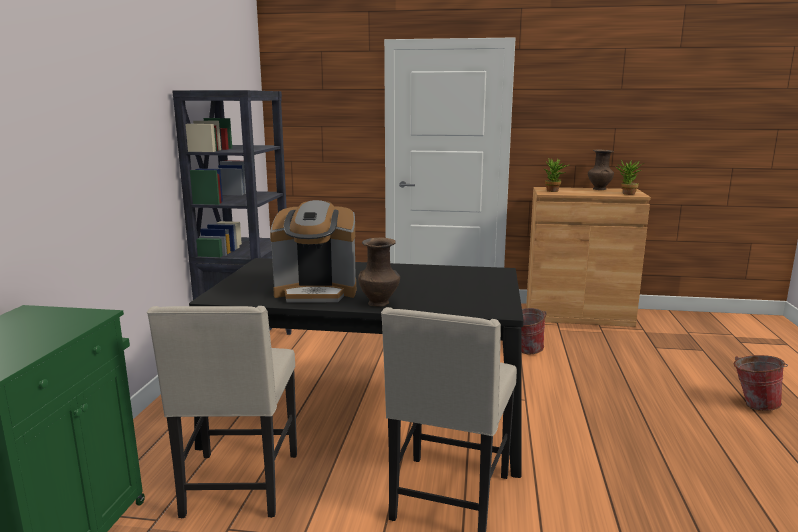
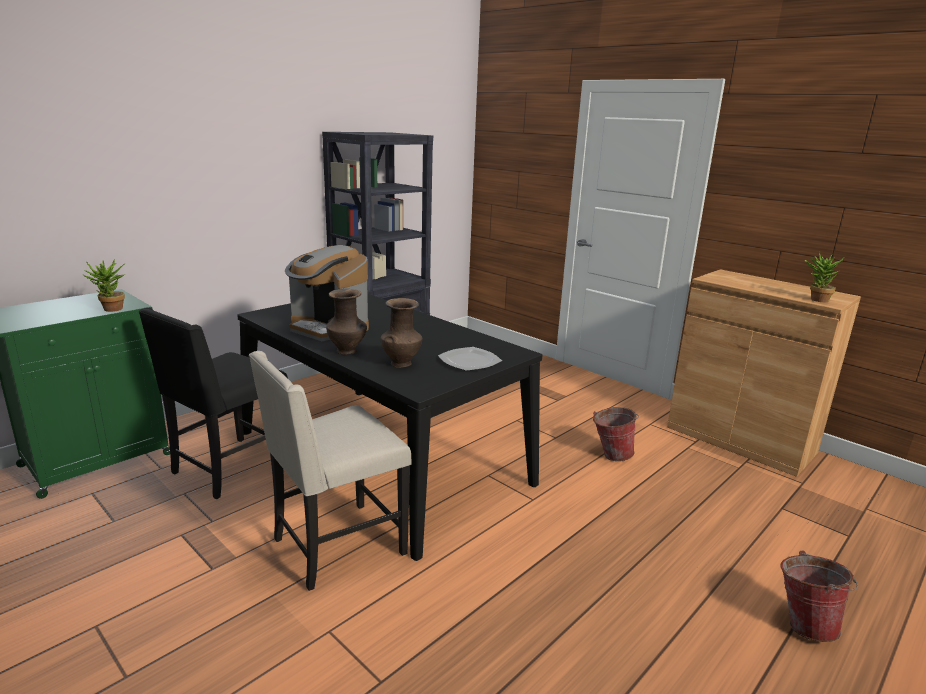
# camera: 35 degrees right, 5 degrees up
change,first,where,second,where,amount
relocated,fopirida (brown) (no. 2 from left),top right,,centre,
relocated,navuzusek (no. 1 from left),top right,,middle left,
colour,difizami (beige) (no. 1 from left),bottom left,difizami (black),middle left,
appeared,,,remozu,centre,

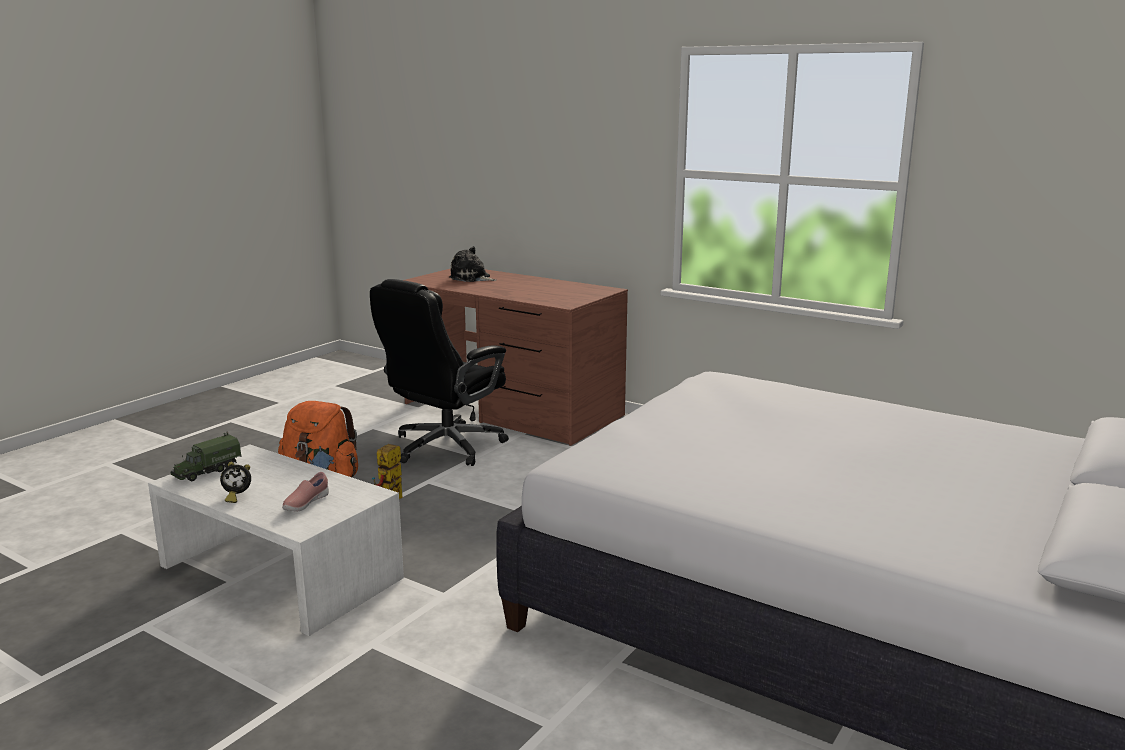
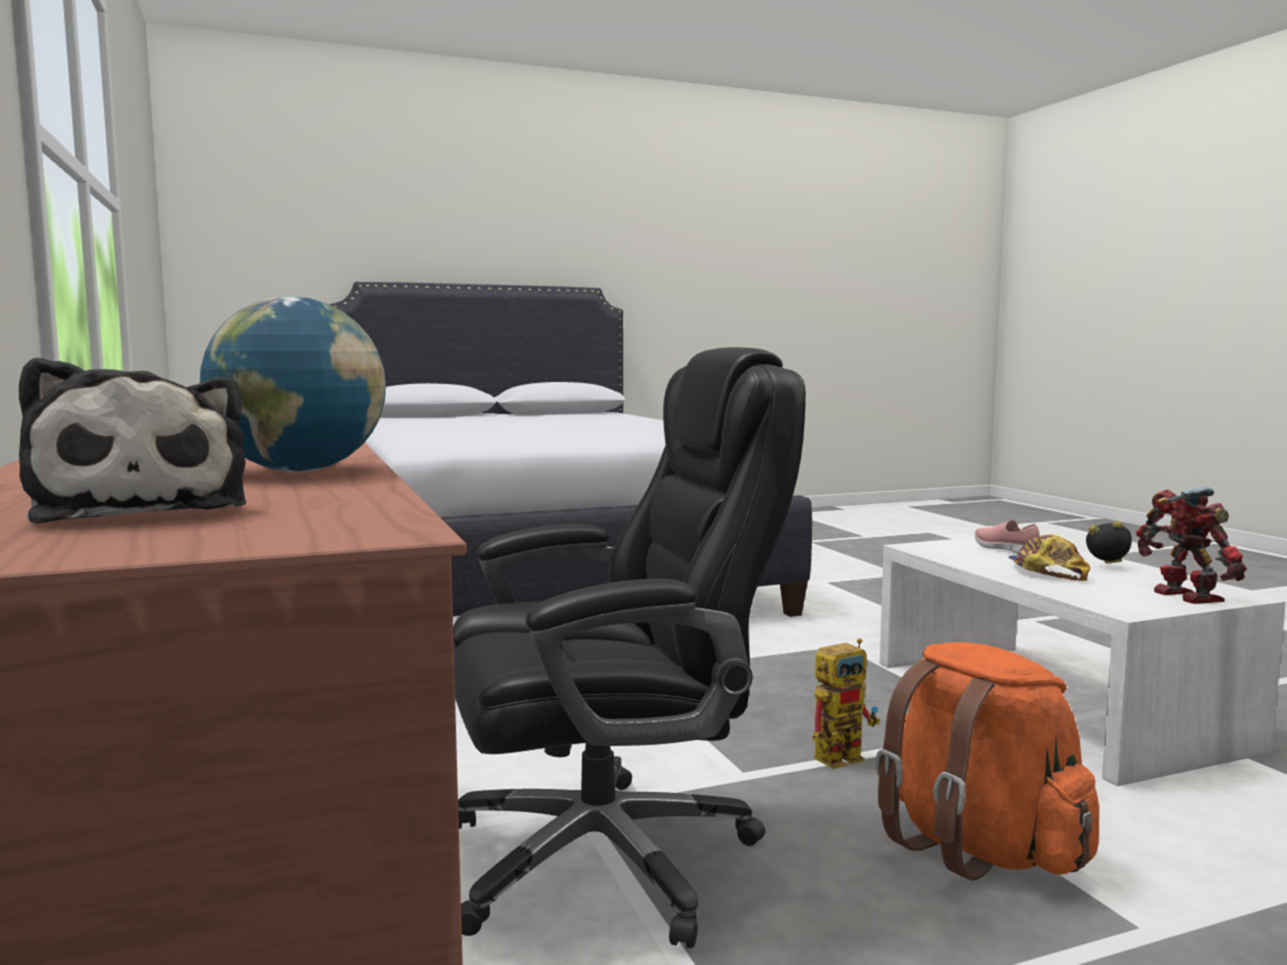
# camera: 145 degrees left, 10 degrees down
change,first,where,second,where,amount
exchanged,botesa,middle left,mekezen (no. 2 from left),middle right,
spun,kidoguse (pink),middle left,,middle right,90 degrees counterclockwise
appeared,,,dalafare,middle left,
appeared,,,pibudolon,middle right,

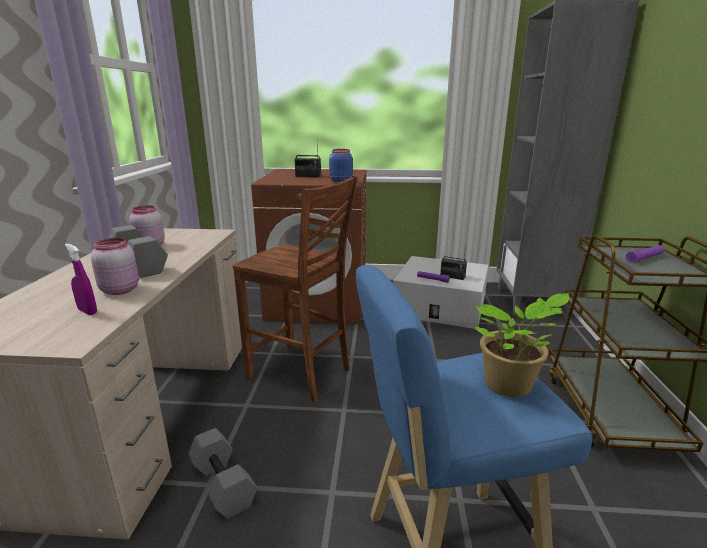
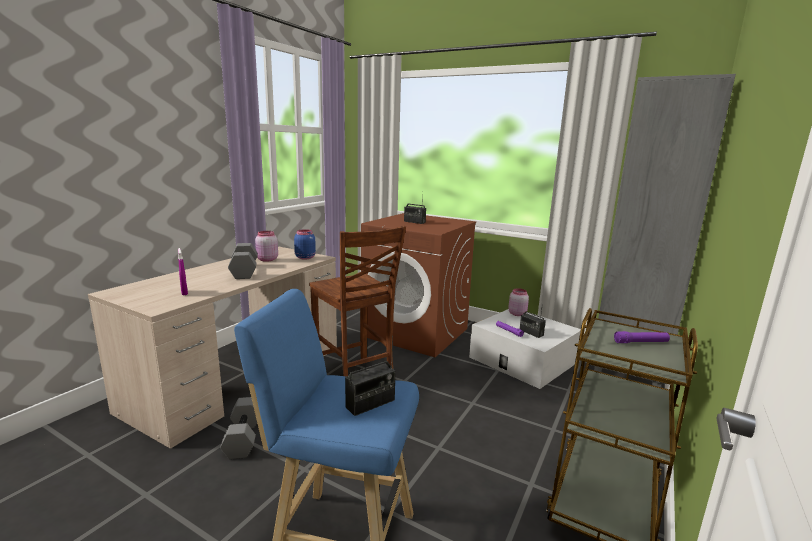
# camera: 25 degrees right, 5 degrees down
change,first,where,second,where,amount
relocated,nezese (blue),top centre,,centre,
relocated,nezese (pink) (no. 1 from left in the first image),middle left,nezese (pink) (no. 2 from left),centre,
exchanged,navuzusek,middle right,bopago (no. 1 from left),bottom centre,

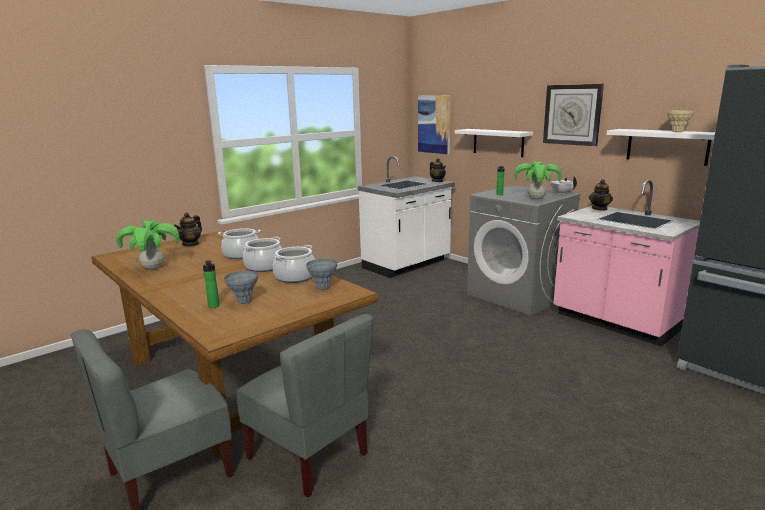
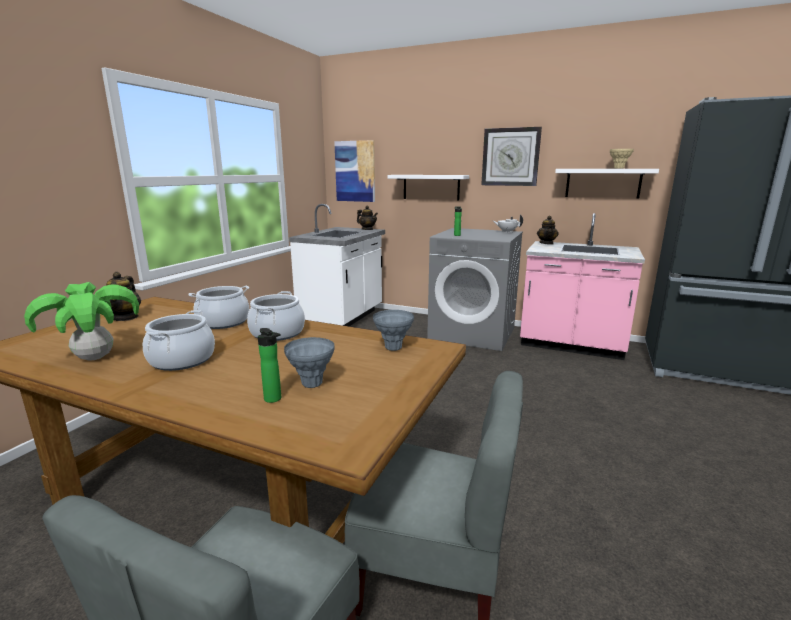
# camera: 25 degrees left, 0 degrees up
change,first,where,second,where,amount
missing,navuzusek (no. 2 from left),middle right,,,
relocated,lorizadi (no. 3 from left in the first image),centre,lorizadi (no. 1 from left),middle left,

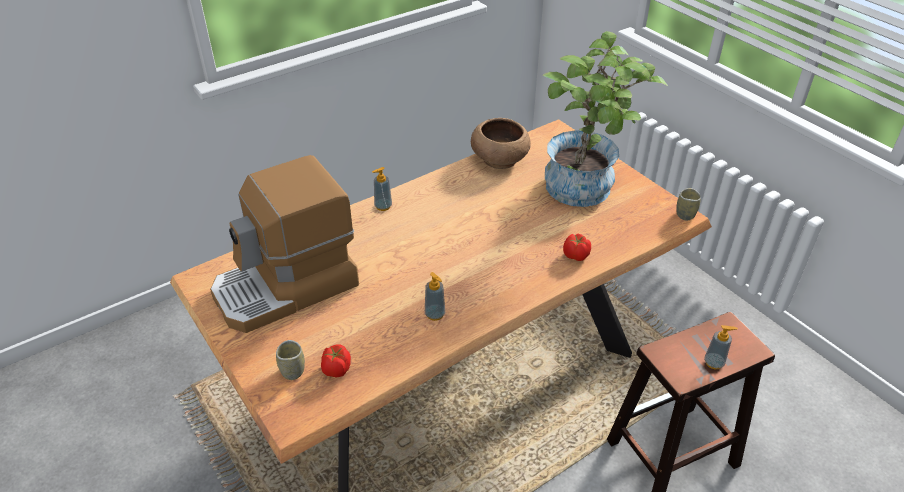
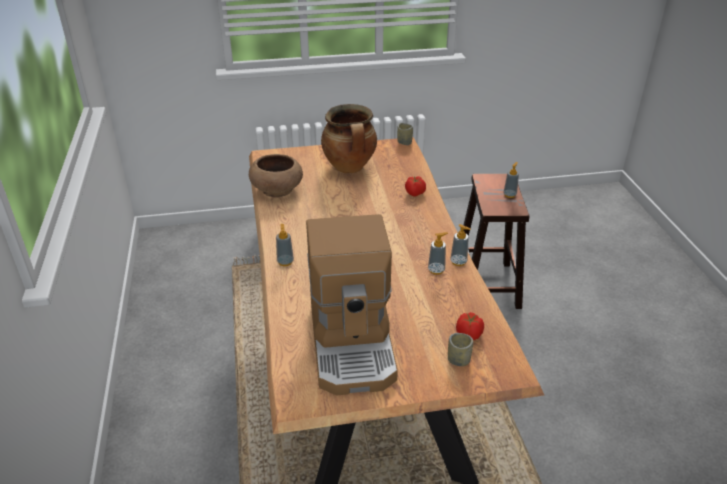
# camera: 65 degrees left, 5 degrees down
change,first,where,second,where,amount
exchanged,navuzusek,top right,lorizadi,top centre,
appeared,,,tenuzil (no. 3 from left),centre,

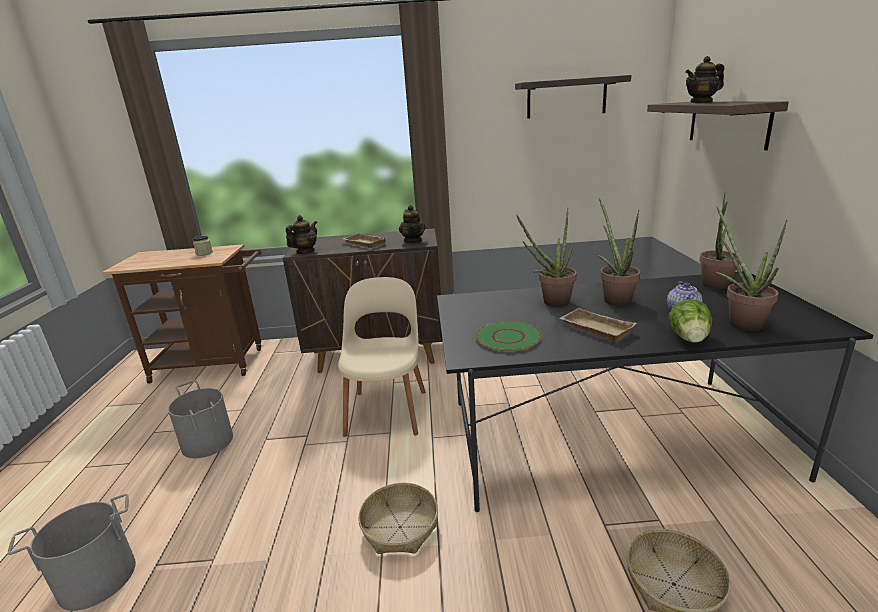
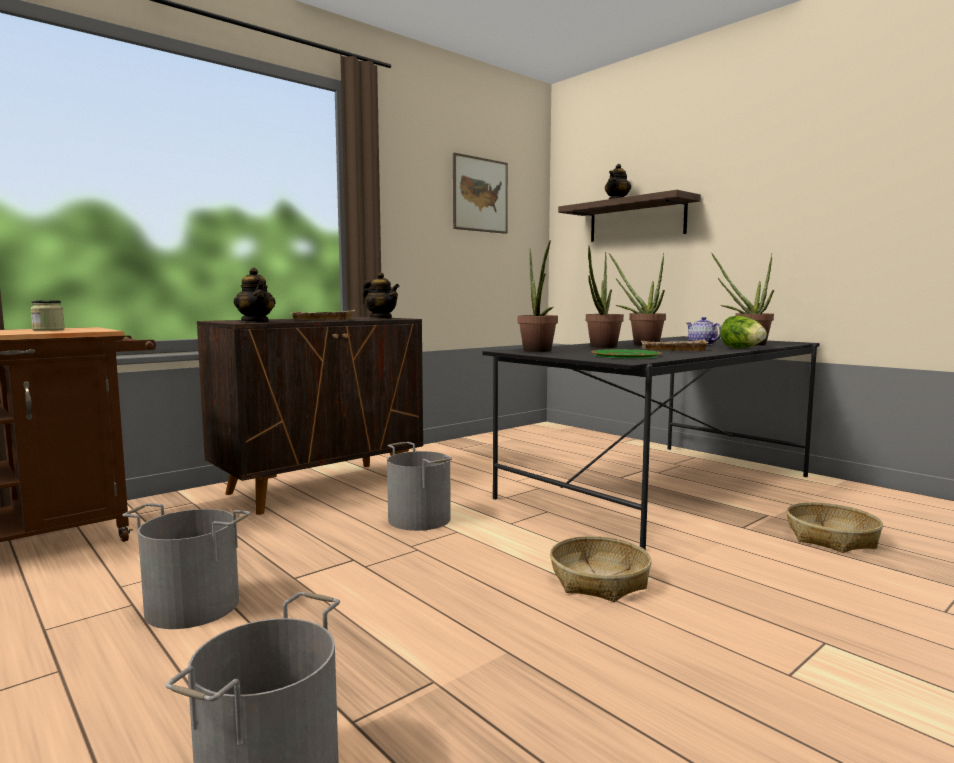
# camera: 40 degrees left, 15 degrees down
change,first,where,second,where,amount
exchanged,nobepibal (no. 1 from left),top centre,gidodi,top centre,
relocated,navuzusek (no. 3 from left in the first image),middle right,navuzusek (no. 1 from left),centre,
spun,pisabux (no. 1 from left),centre,,middle left,150 degrees clockwise
exchanged,difizami (beige),centre,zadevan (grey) (no. 3 from left),centre,

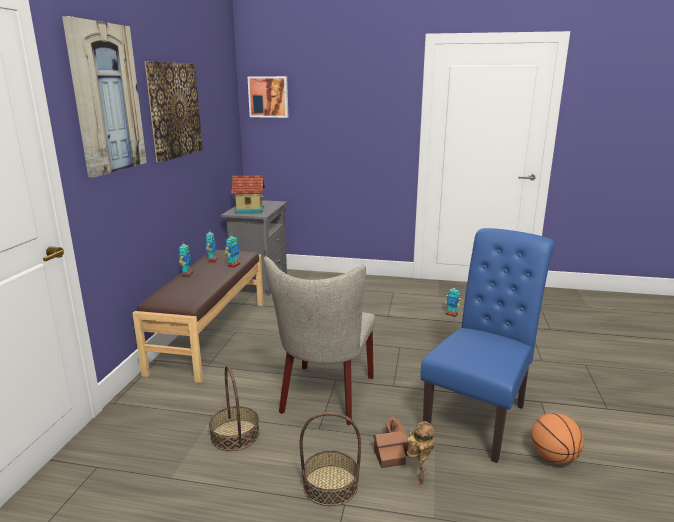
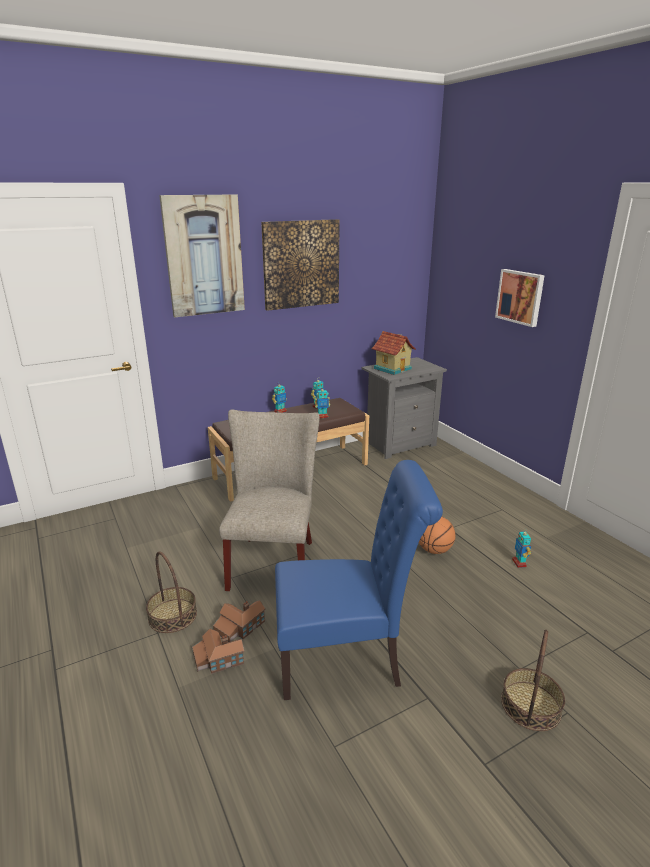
# camera: 50 degrees right, 5 degrees up
change,first,where,second,where,amount
relocated,gidodi (no. 3 from left),top centre,,middle right,
spun,difizami (beige),centre,,centre,120 degrees clockwise
relocated,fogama (no. 1 from left in the first image),bottom centre,fogama (no. 2 from left),bottom right,
relocated,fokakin,bottom right,,middle right,
exchanged,mekezen (no. 4 from left),bottom centre,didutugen (no. 1 from left),bottom centre,

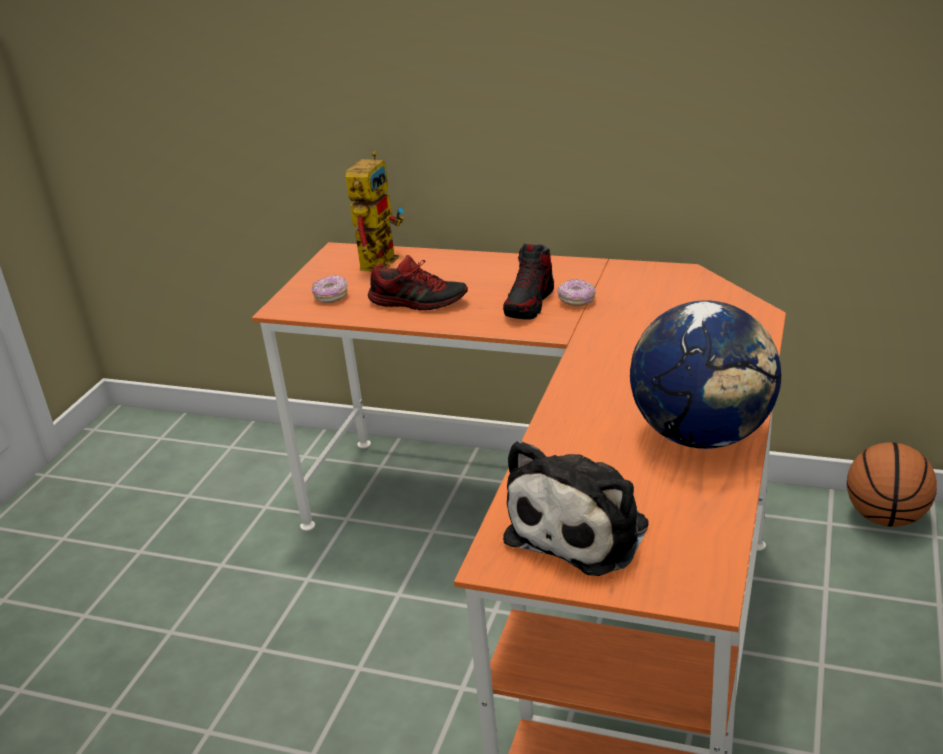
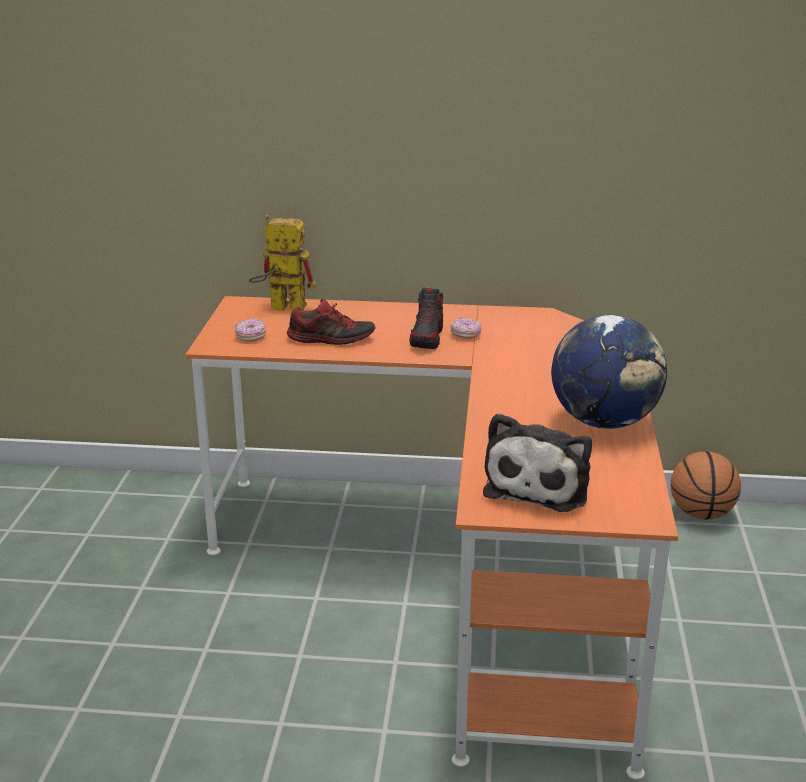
# camera: 15 degrees left, 5 degrees down
change,first,where,second,where,amount
spun,mekezen,top centre,,centre,90 degrees counterclockwise

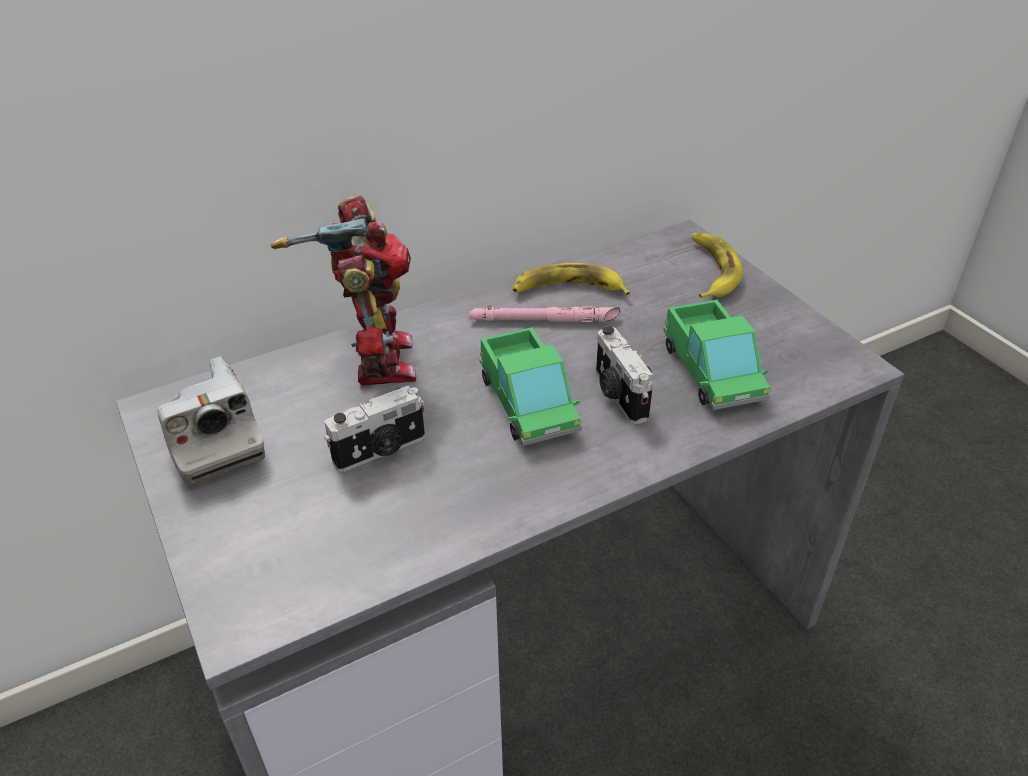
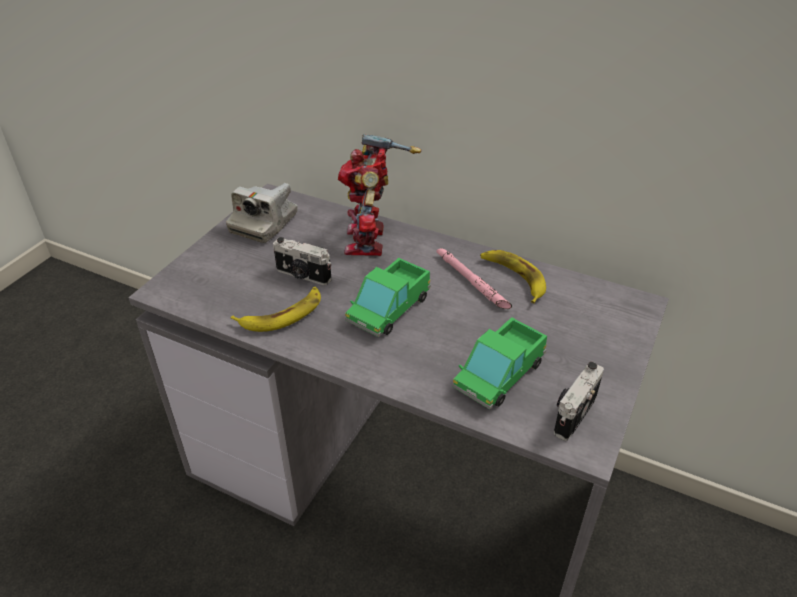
# camera: 55 degrees right, 0 degrees up
change,first,where,second,where,amount
spun,mekezen,centre,,top centre,135 degrees clockwise
relocated,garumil (no. 2 from left in the first image),middle right,garumil (no. 1 from left),centre,
relocated,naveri (no. 3 from left),centre,,bottom right,

